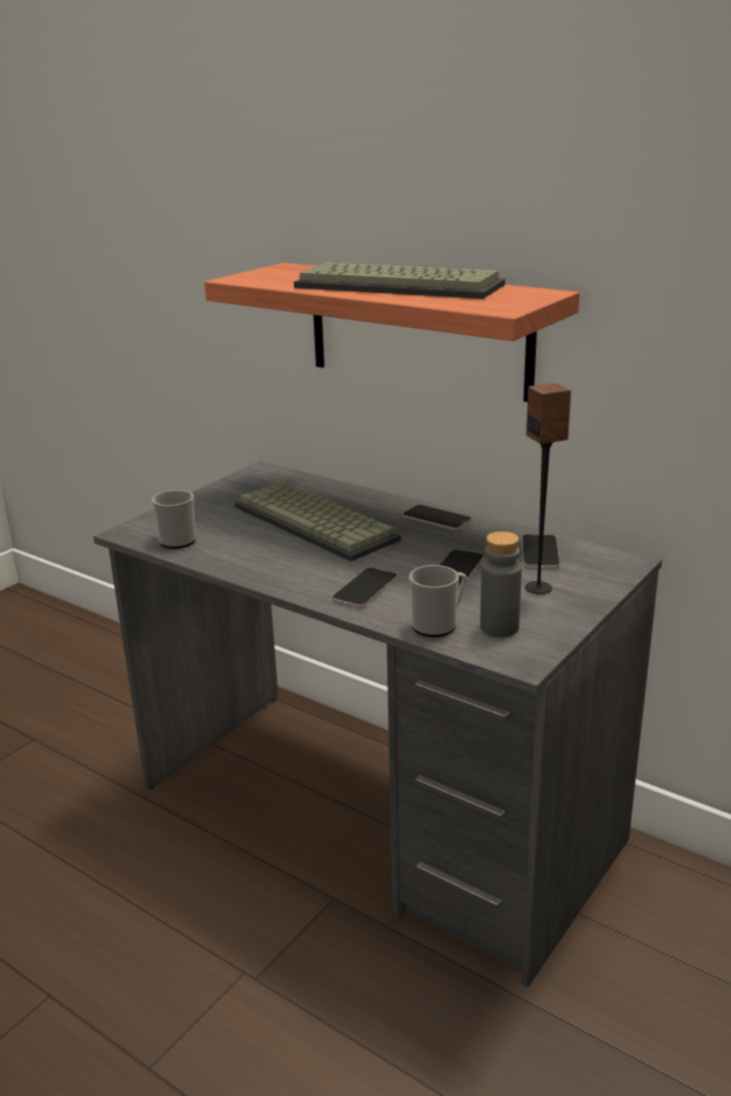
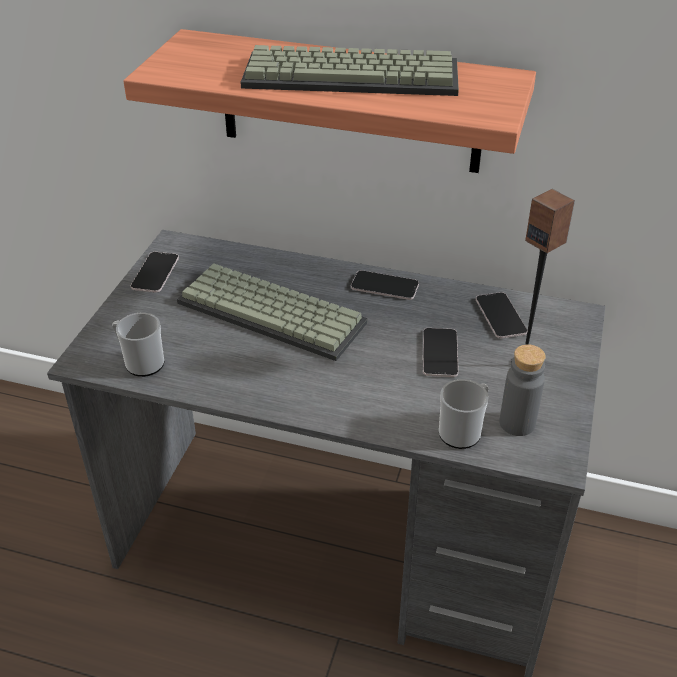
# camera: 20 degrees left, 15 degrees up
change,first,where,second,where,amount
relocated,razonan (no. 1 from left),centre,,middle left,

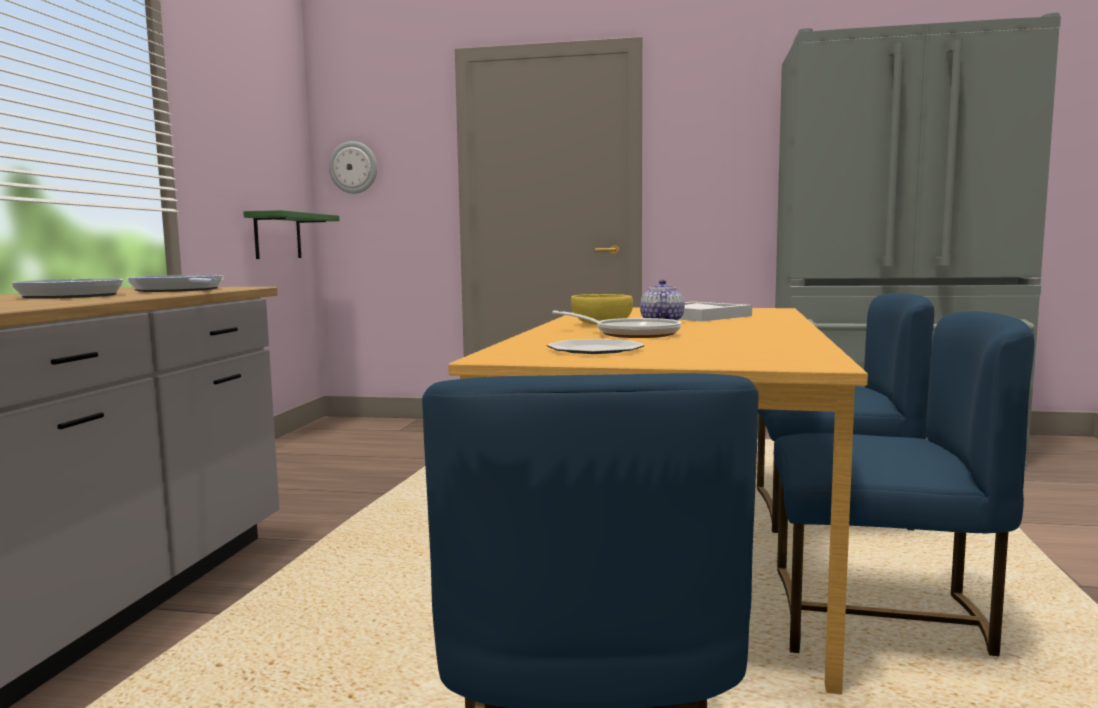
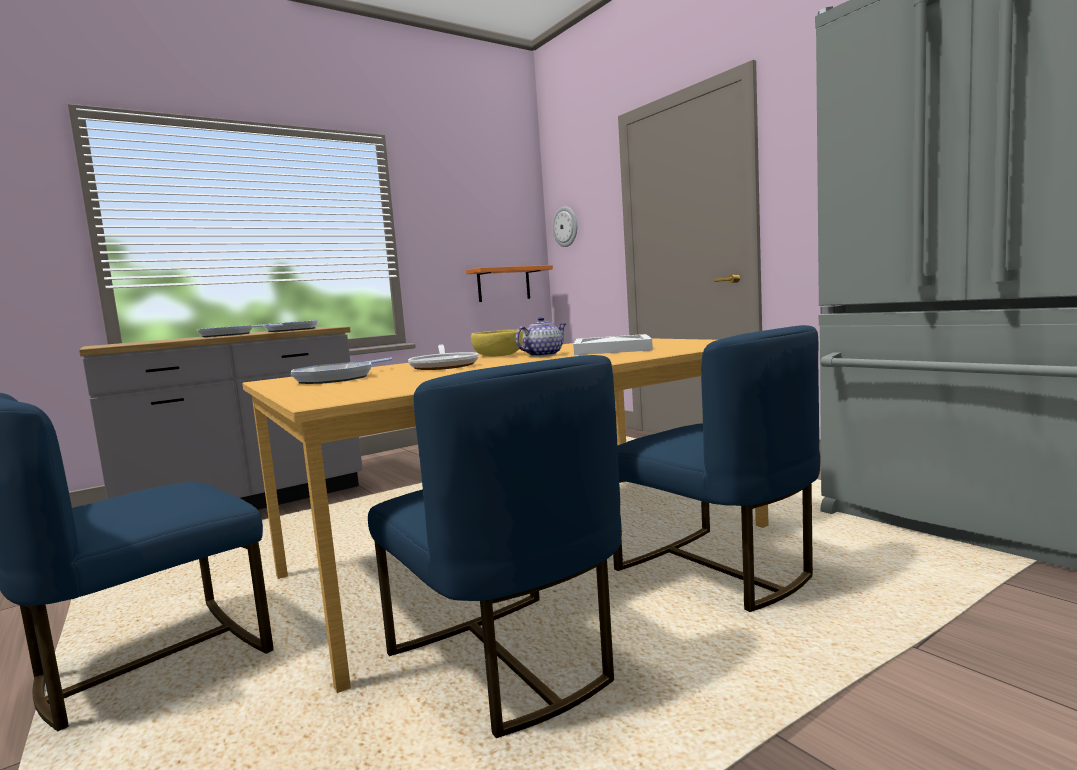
# camera: 45 degrees right, 0 degrees up
change,first,where,second,where,amount
colour,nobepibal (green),top left,nobepibal (orange),centre,
exchanged,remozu,centre,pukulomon (no. 3 from left),middle left,

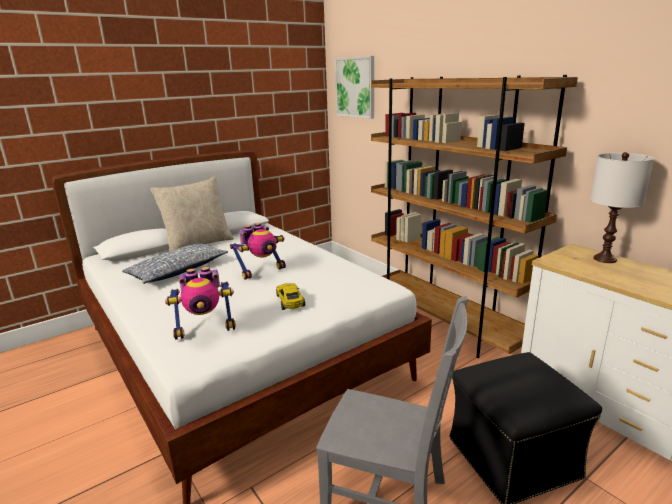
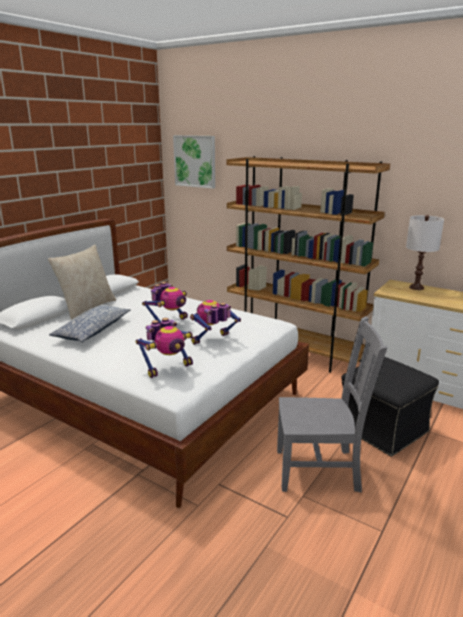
# camera: 20 degrees left, 0 degrees up
change,first,where,second,where,amount
exchanged,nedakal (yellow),centre,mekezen (no. 3 from left),centre,

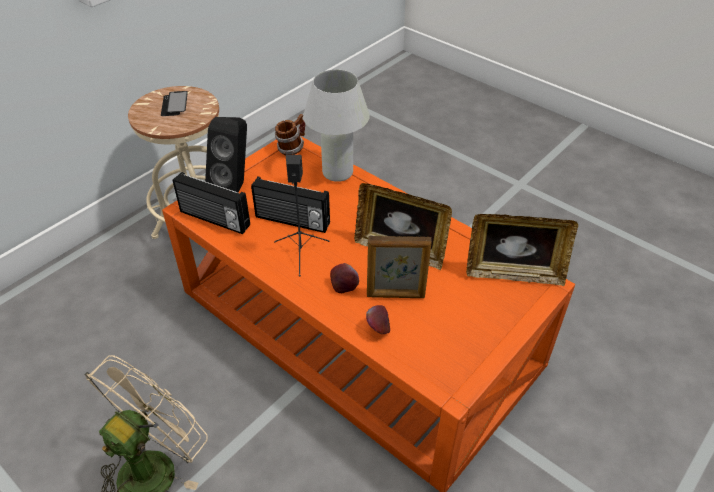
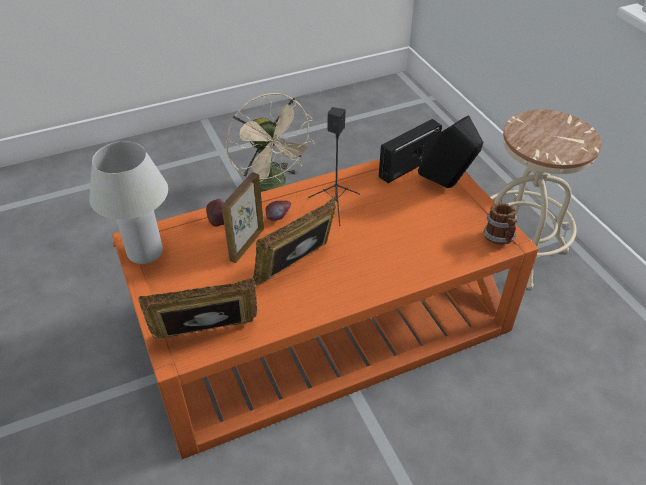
# camera: 115 degrees right, 0 degrees up
change,first,where,second,where,amount
relocated,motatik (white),top centre,,middle left,
missing,razonan,top left,,,
missing,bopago (no. 2 from left),centre,,,
spun,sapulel (no. 3 from left in the first image),middle right,sapulel (no. 1 from left),middle left,45 degrees clockwise

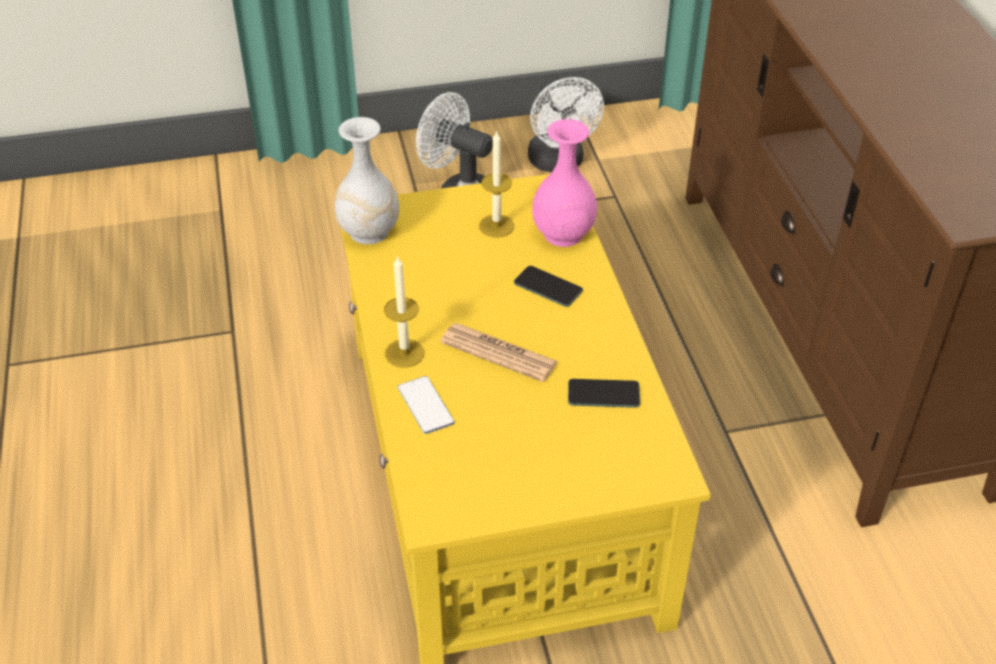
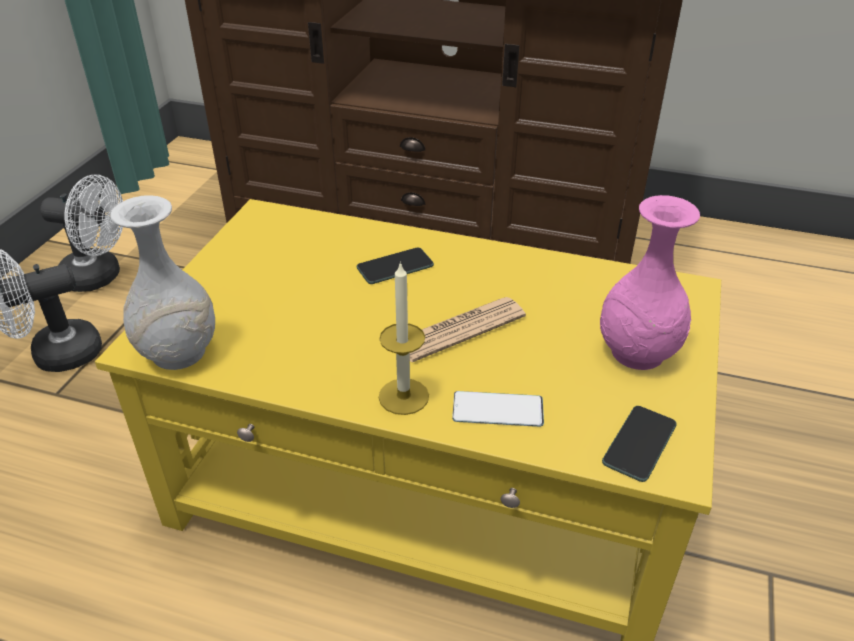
# camera: 60 degrees left, 5 degrees down
change,first,where,second,where,amount
relocated,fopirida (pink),top centre,,middle right,
missing,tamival (no. 2 from left),top centre,,,
relocated,razonan (no. 3 from left),centre,,bottom right,

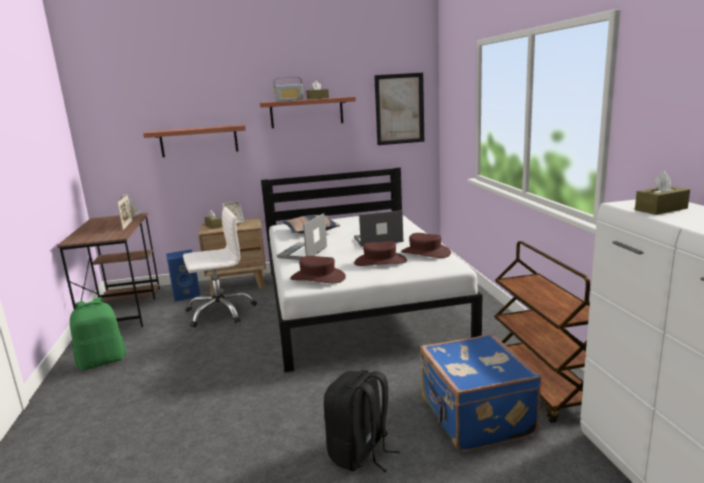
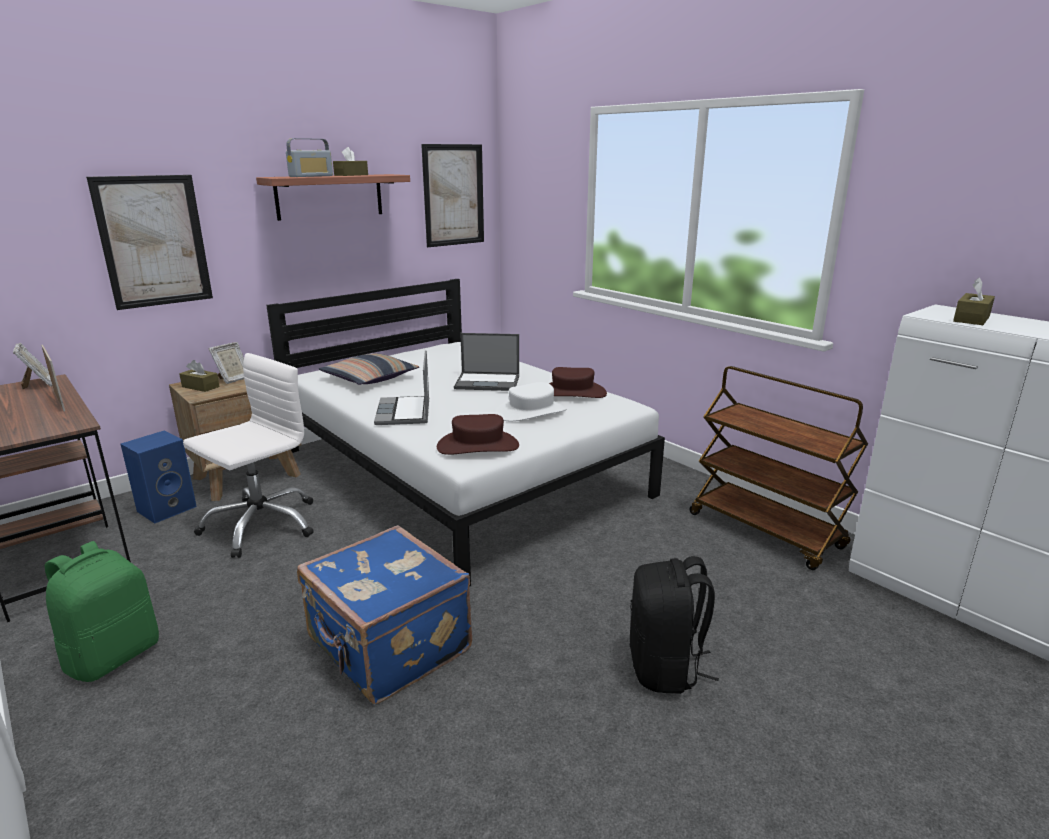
# camera: 30 degrees left, 5 degrees up
change,first,where,second,where,amount
exchanged,nobepibal (no. 1 from left),top left,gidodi (no. 1 from left),top left,
spun,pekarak (no. 2 from left),centre,,centre,135 degrees counterclockwise
colour,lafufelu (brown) (no. 2 from left),centre,lafufelu (white),centre,
relocated,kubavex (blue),bottom right,,bottom centre,

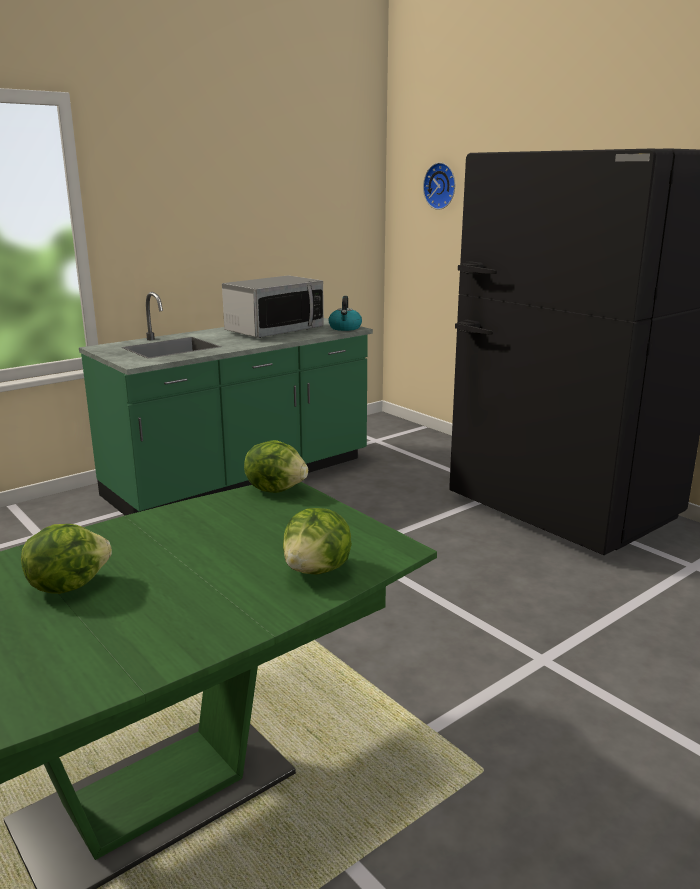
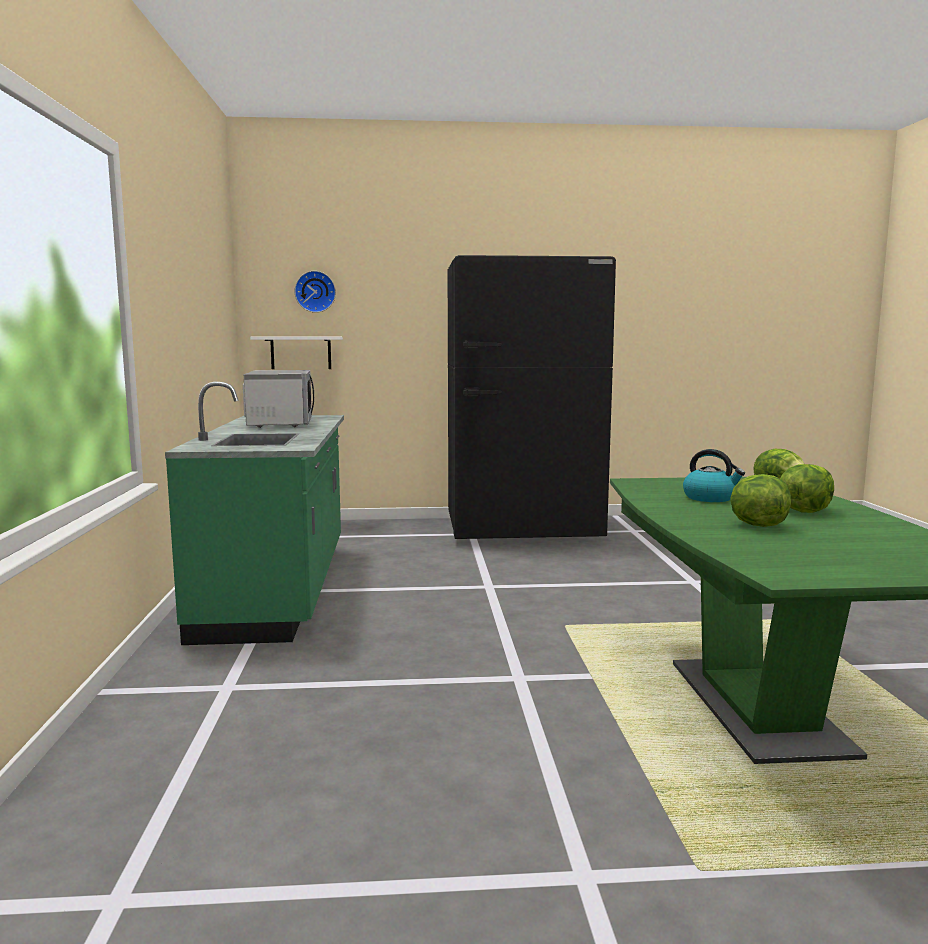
# camera: 55 degrees left, 10 degrees down
change,first,where,second,where,amount
relocated,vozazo,centre,,middle right,
relocated,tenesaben (no. 2 from left in the first image),centre,tenesaben (no. 3 from left),middle right,
appeared,,,nobepibal (white),middle left,

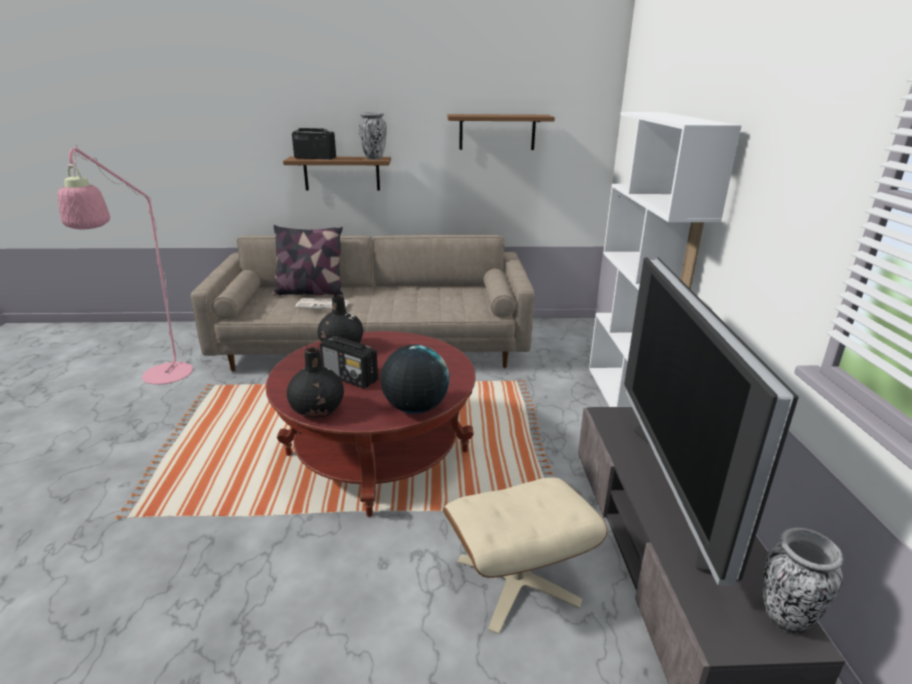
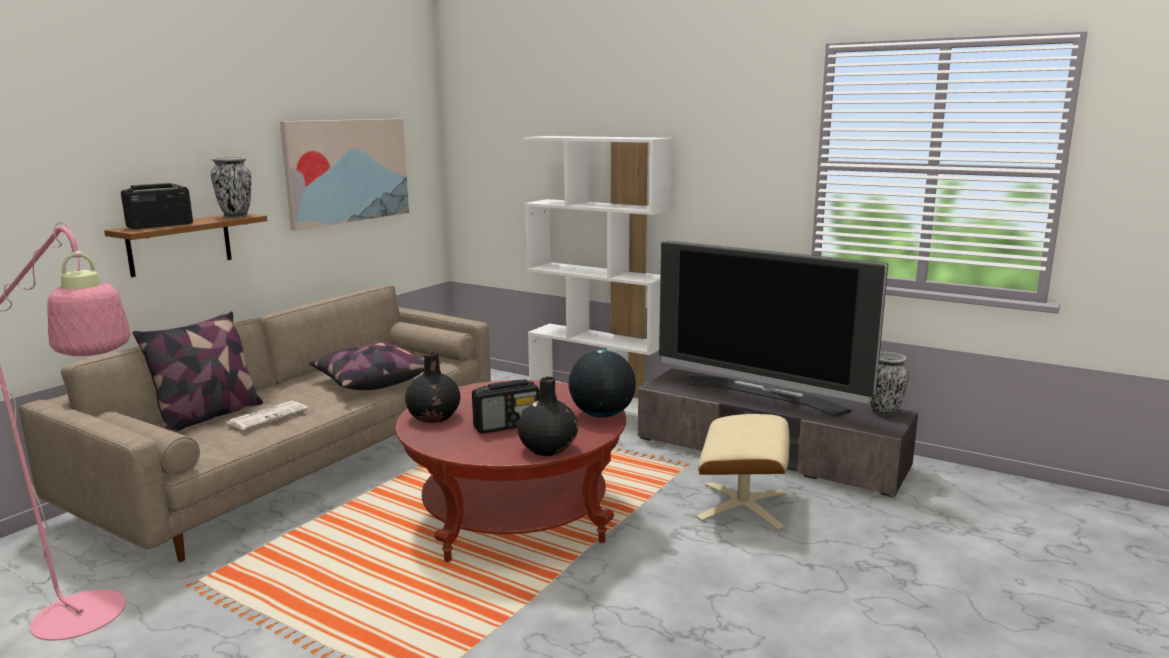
# camera: 55 degrees left, 10 degrees down
change,first,where,second,where,amount
exchanged,nobepibal (brown) (no. 2 from left),top centre,gidodi,top left,
appeared,,,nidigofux (no. 2 from left),middle left,

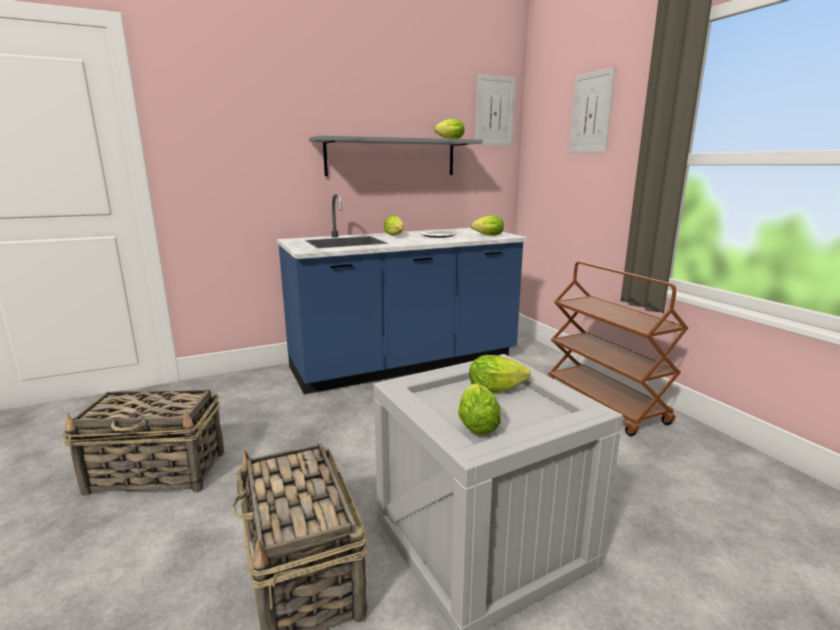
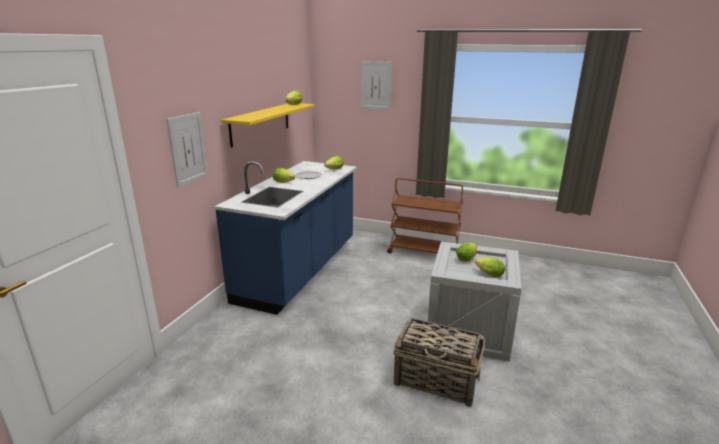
# camera: 45 degrees left, 5 degrees up
change,first,where,second,where,amount
relocated,gidodi (no. 1 from left),top centre,,middle left,
colour,nobepibal (grey),top centre,nobepibal (yellow),top centre,
missing,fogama (no. 1 from left),bottom left,,,

